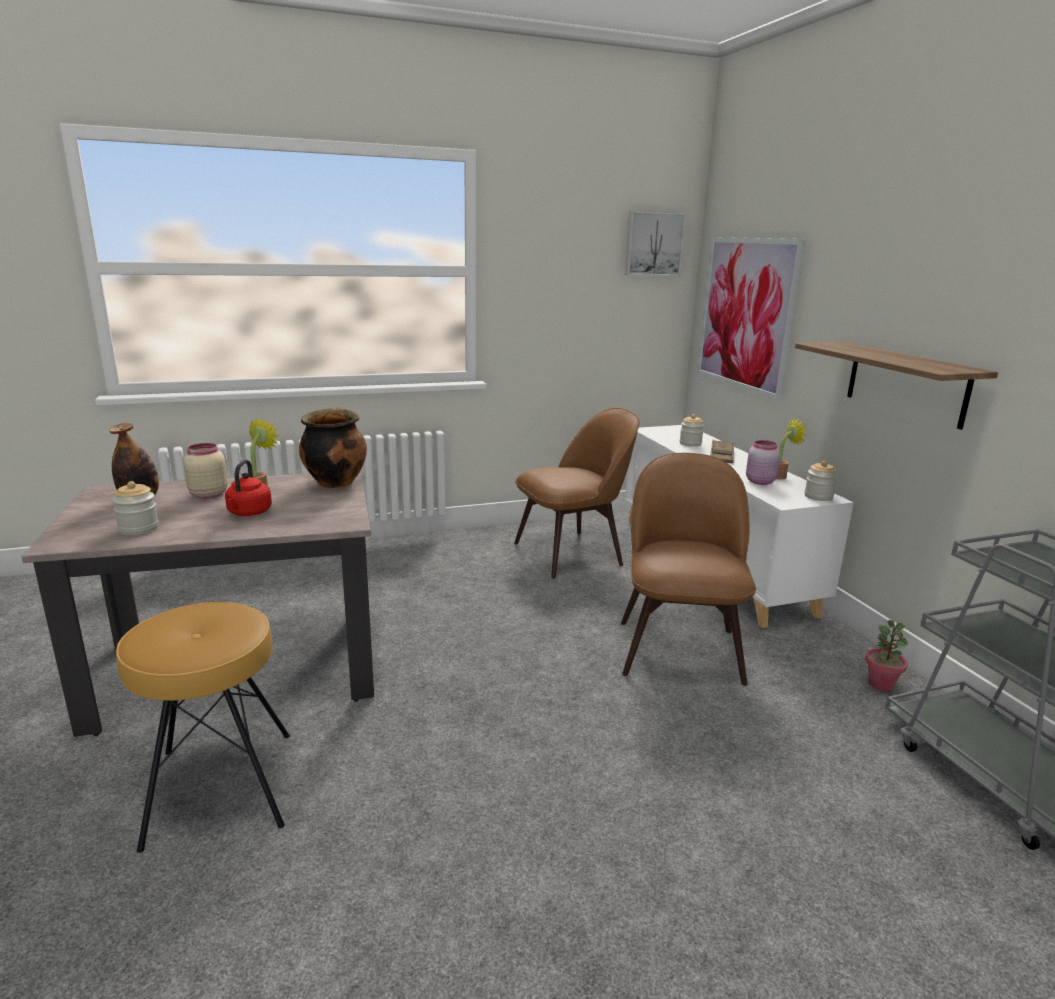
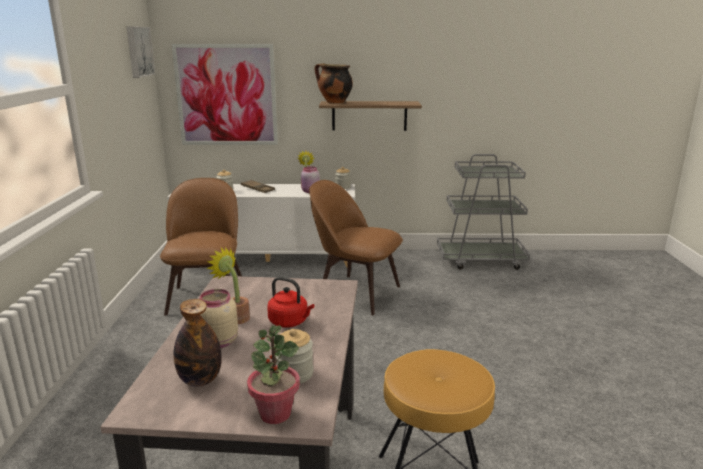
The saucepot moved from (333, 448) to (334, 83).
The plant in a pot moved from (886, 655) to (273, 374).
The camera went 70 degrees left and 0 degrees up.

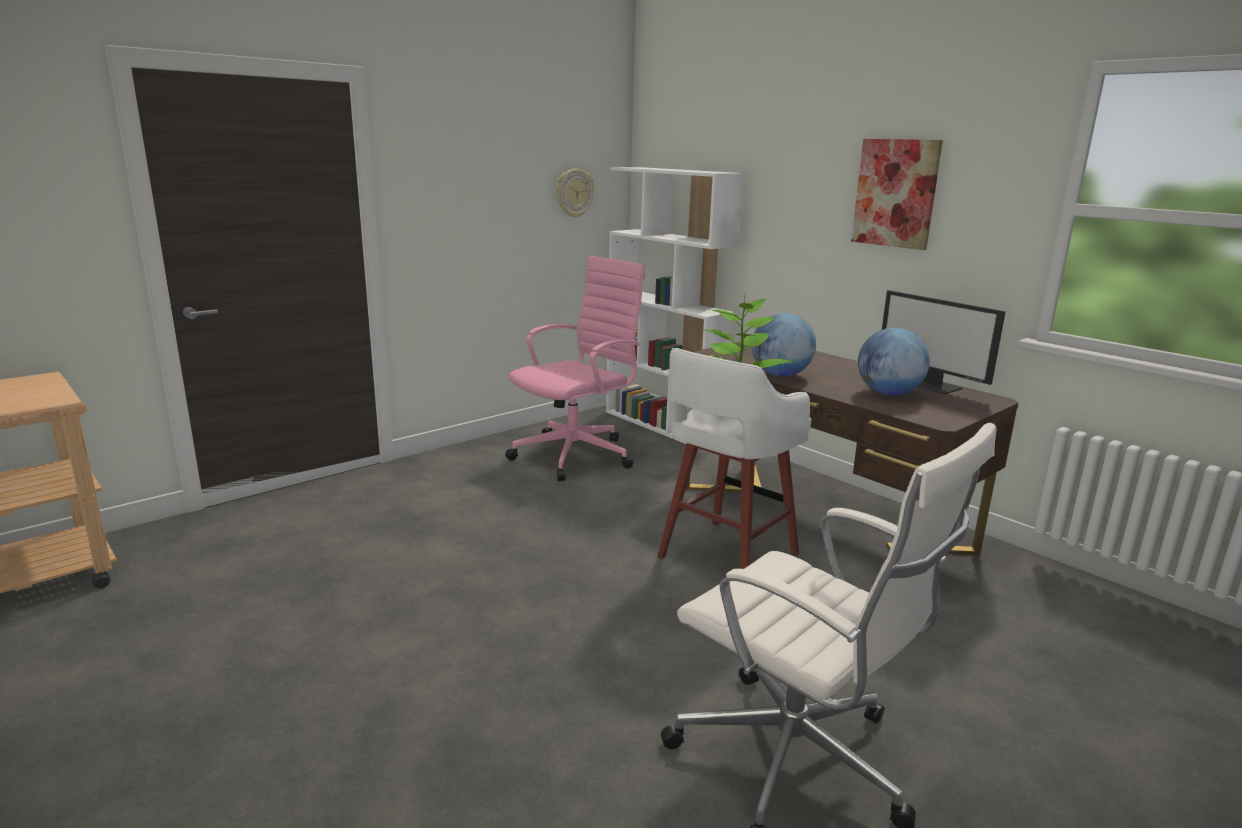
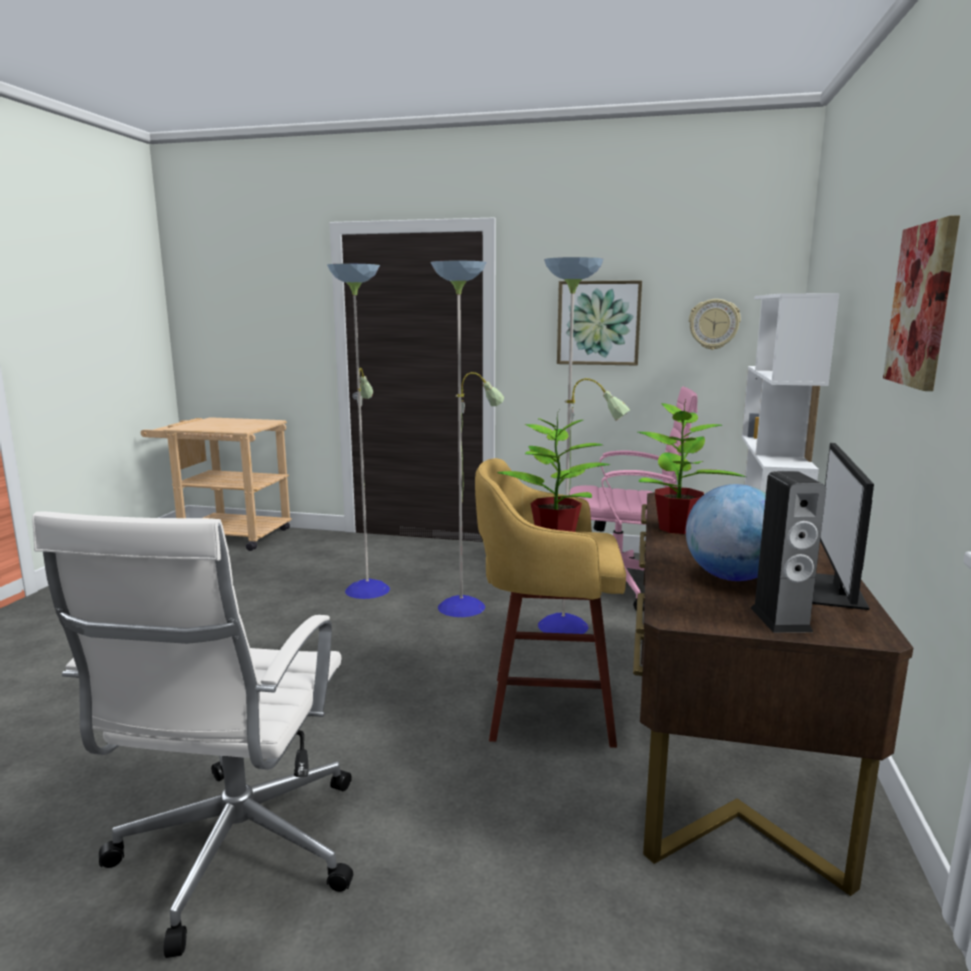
The standard lamp at (478, 445) appeared.
The wall art at (599, 323) appeared.
The speaker at (788, 552) appeared.
The desk globe at (784, 345) was replaced by the plant in a pot at (692, 467).
The stool (white) at (734, 458) became the stool (yellow-coloured) at (550, 603).
The camera went 55 degrees right and 5 degrees down.

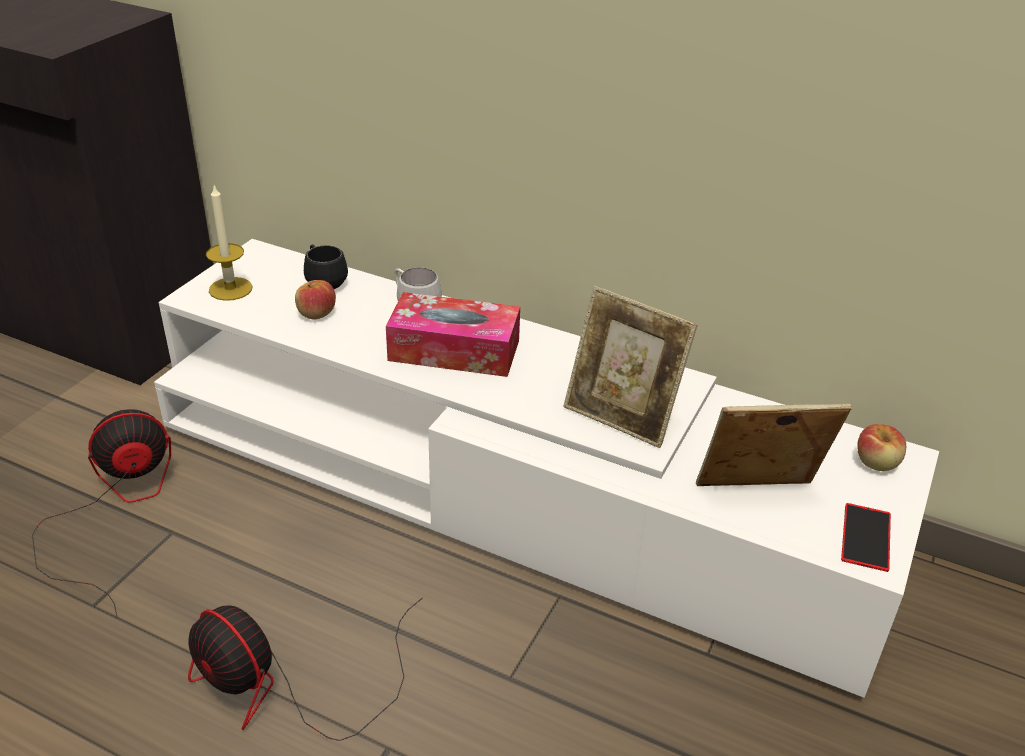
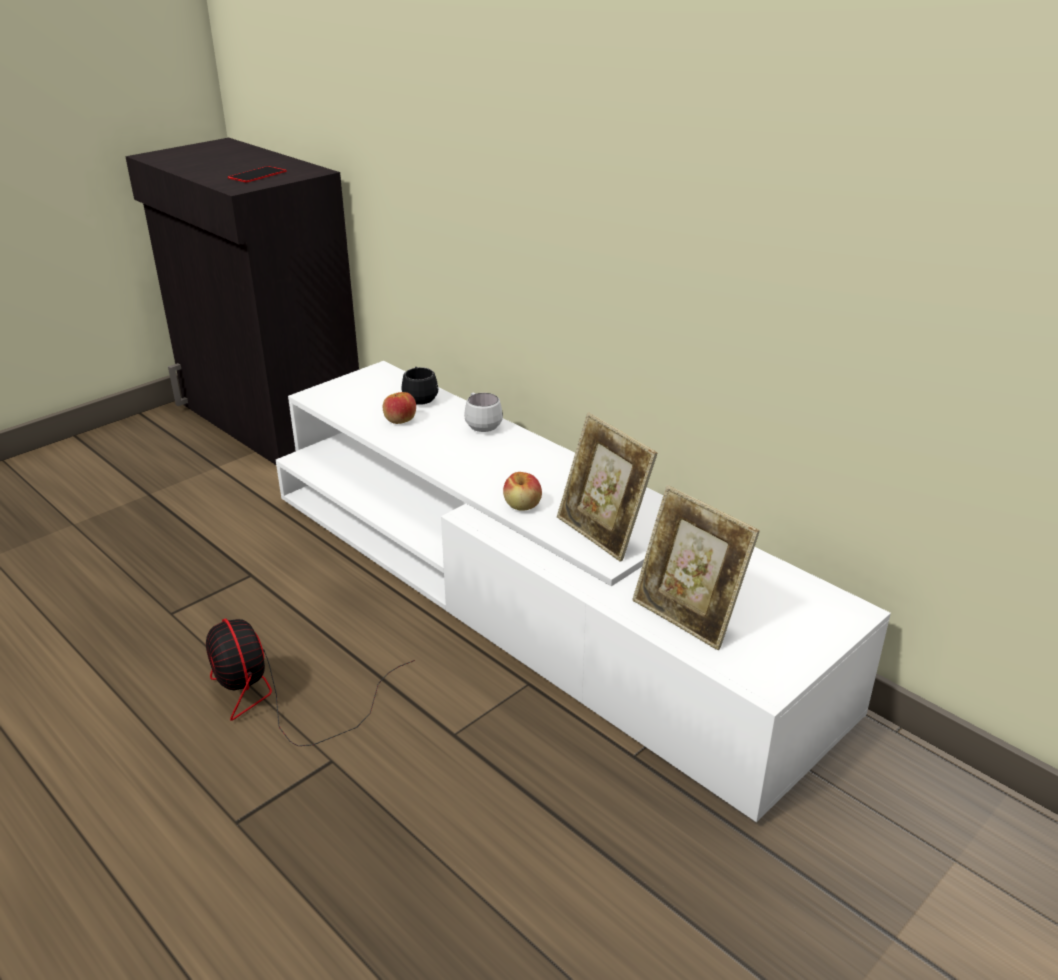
The electric fan at (101, 514) disappeared.
The wax candle at (229, 243) disappeared.
The tissue holder at (453, 334) disappeared.
The telephone moved from (866, 537) to (257, 174).
The apple moved from (881, 447) to (522, 491).
The standing frame at (774, 445) turned 150 degrees counterclockwise.
The camera went 20 degrees right and 5 degrees down.

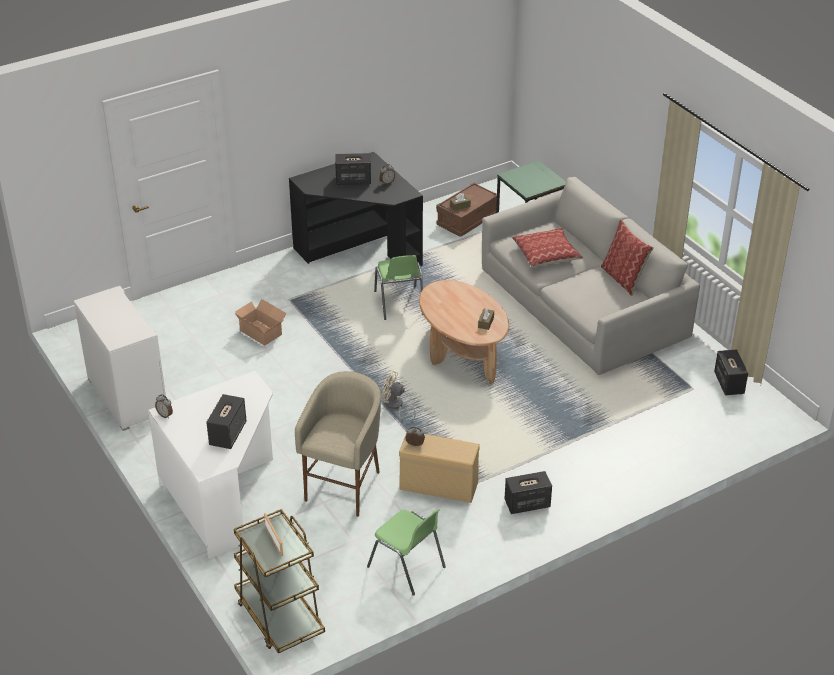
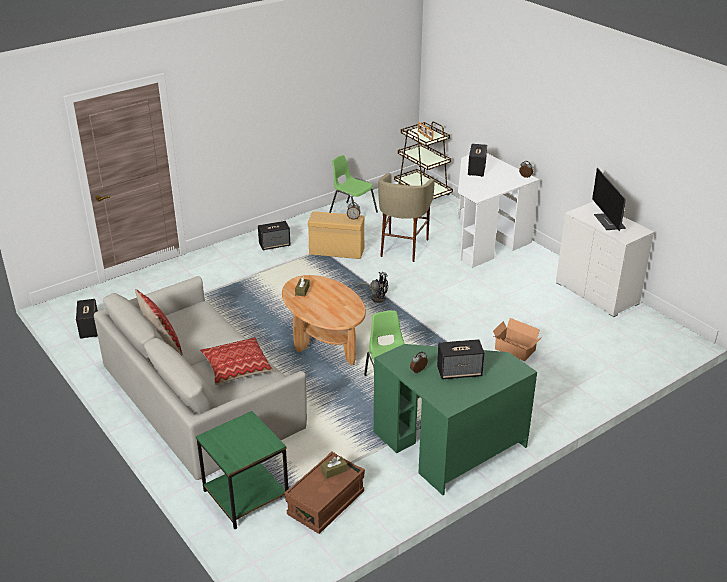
The computer screen at (609, 199) appeared.
The desk unit (black) at (356, 209) became the desk unit (greenish) at (455, 419).
The electric fan (beige-coloured) at (398, 396) became the electric fan (black) at (373, 287).
The camera went 175 degrees right and 5 degrees down.

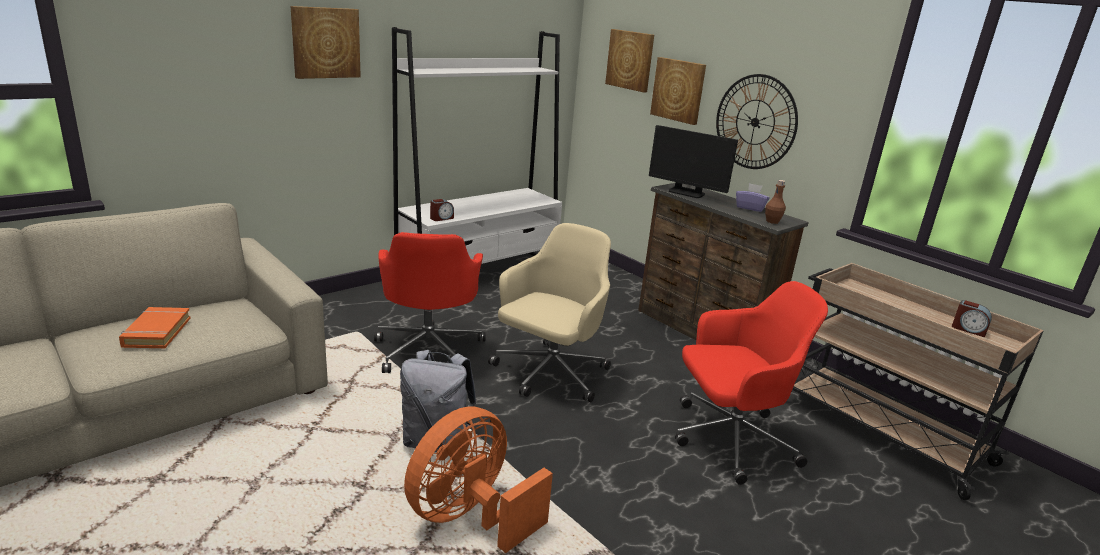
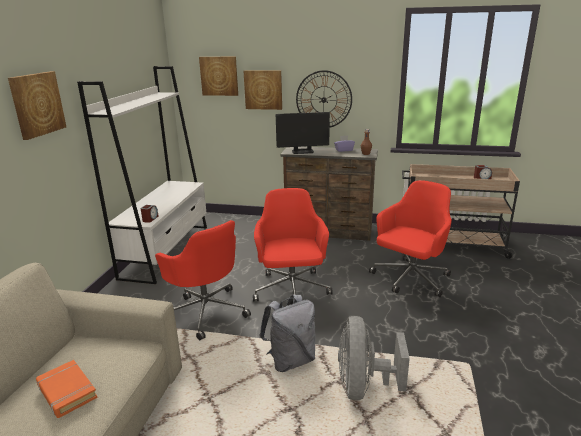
The electric fan (orangey) at (478, 479) became the electric fan (greyish) at (374, 358).
The desk chair (beige-coloured) at (549, 312) became the desk chair (reddish) at (293, 245).
The camera went 35 degrees left and 0 degrees up.

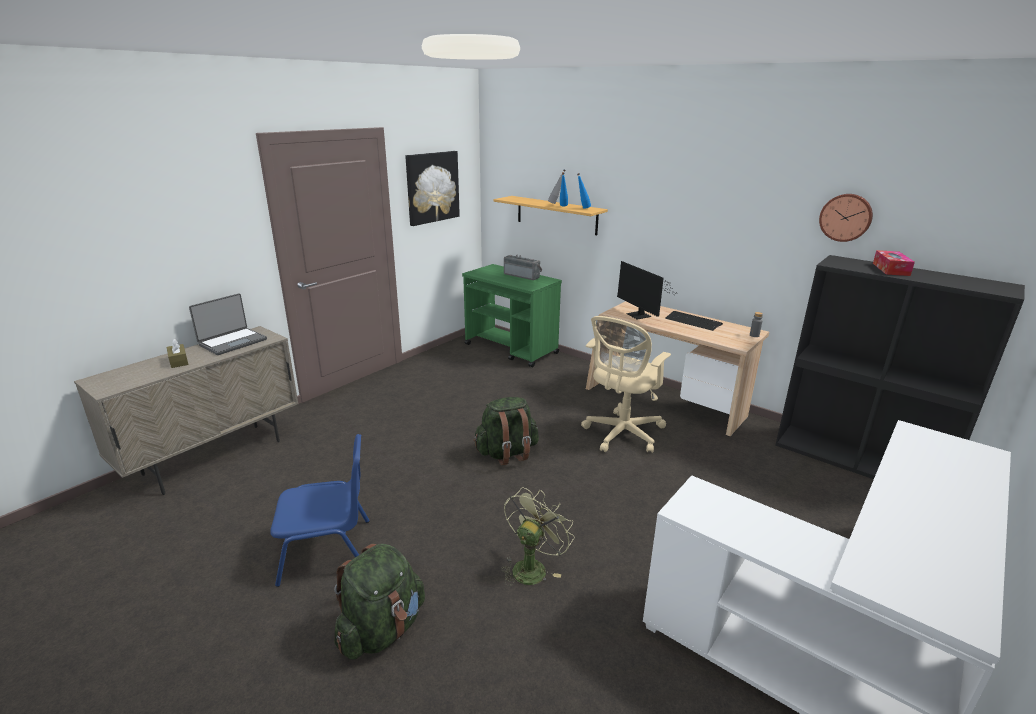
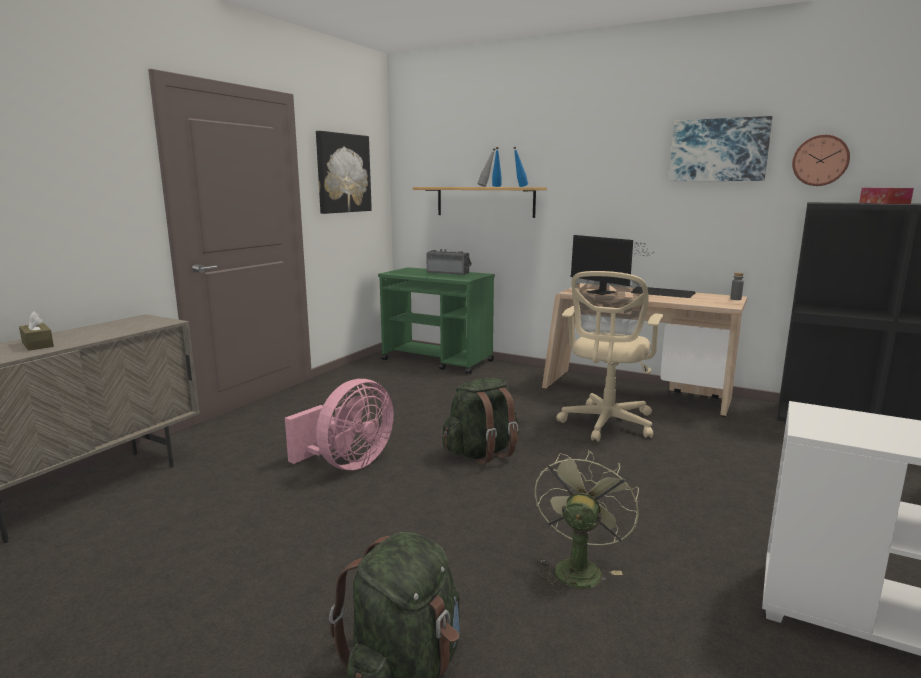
The notebook computer at (228, 324) disappeared.
The upright chair (blue) at (320, 510) disappeared.
The electric fan (pink) at (339, 424) appeared.
The wall art at (720, 148) appeared.
The camera went 10 degrees left and 10 degrees down.

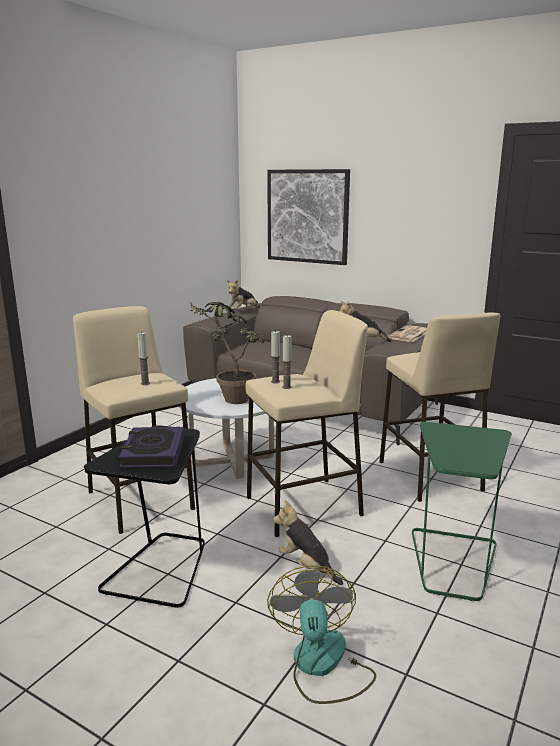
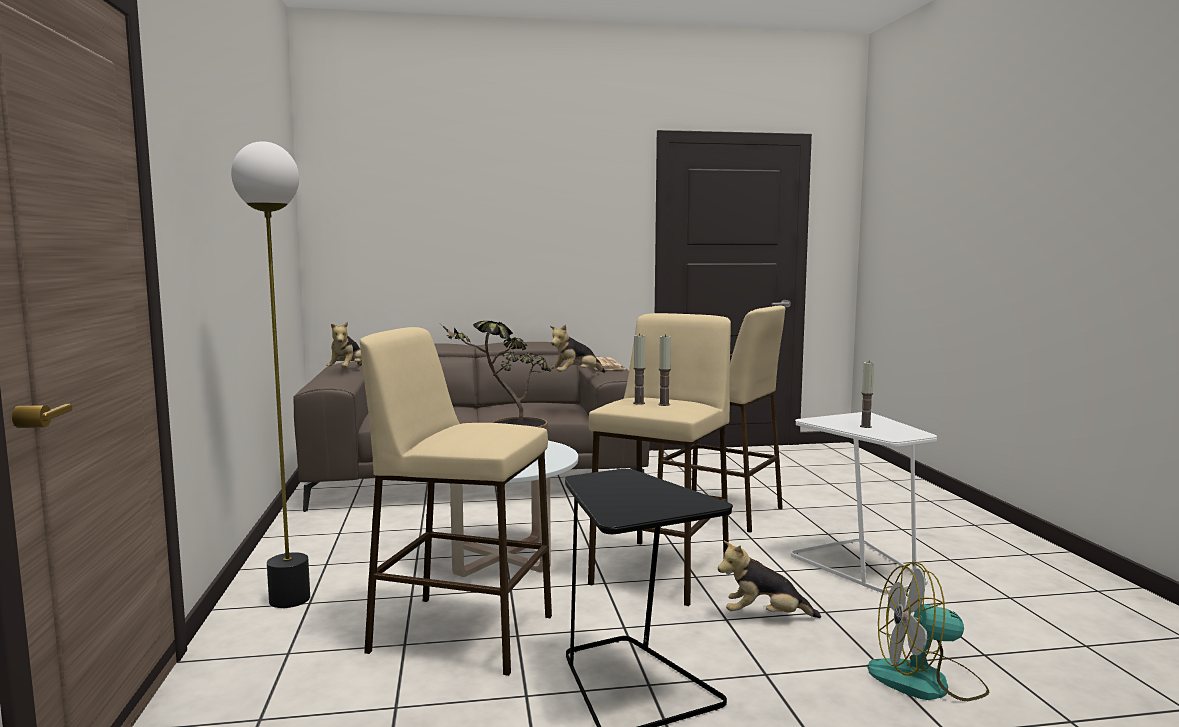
The book at (151, 447) disappeared.
The wall art at (308, 217) disappeared.
The standard lamp at (270, 374) appeared.
The wax candle moved from (143, 358) to (867, 395).
The accent table (greenish) at (462, 511) became the accent table (white) at (864, 503).
The electric fan at (321, 634) turned 45 degrees counterclockwise.
The camera went 40 degrees left and 10 degrees down.

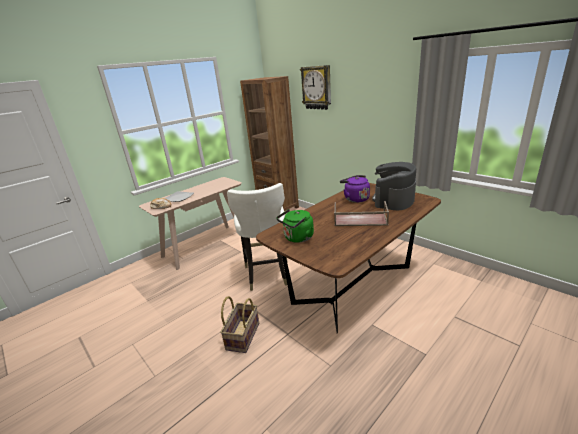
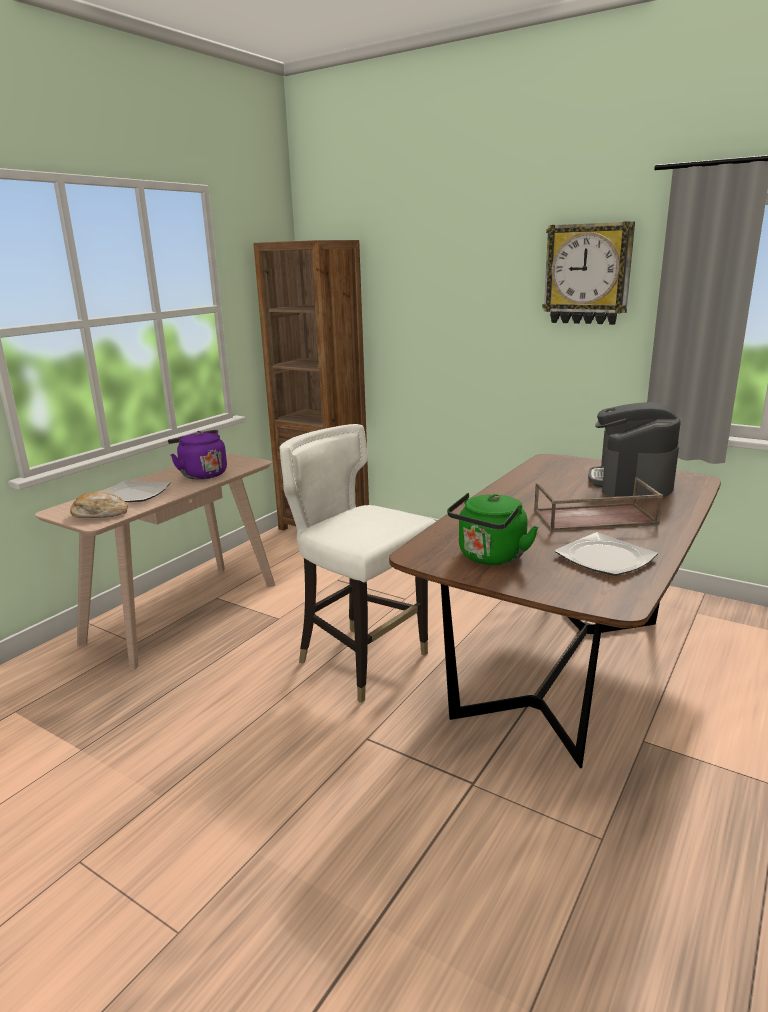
The basket at (239, 324) disappeared.
The dinner plate at (606, 554) appeared.
The hanging clock moved from (315, 87) to (588, 273).
The kettle (purple) moved from (355, 189) to (197, 455).
The upright chair (white) at (257, 237) turned 150 degrees clockwise.
The camera went 15 degrees left and 5 degrees down.

